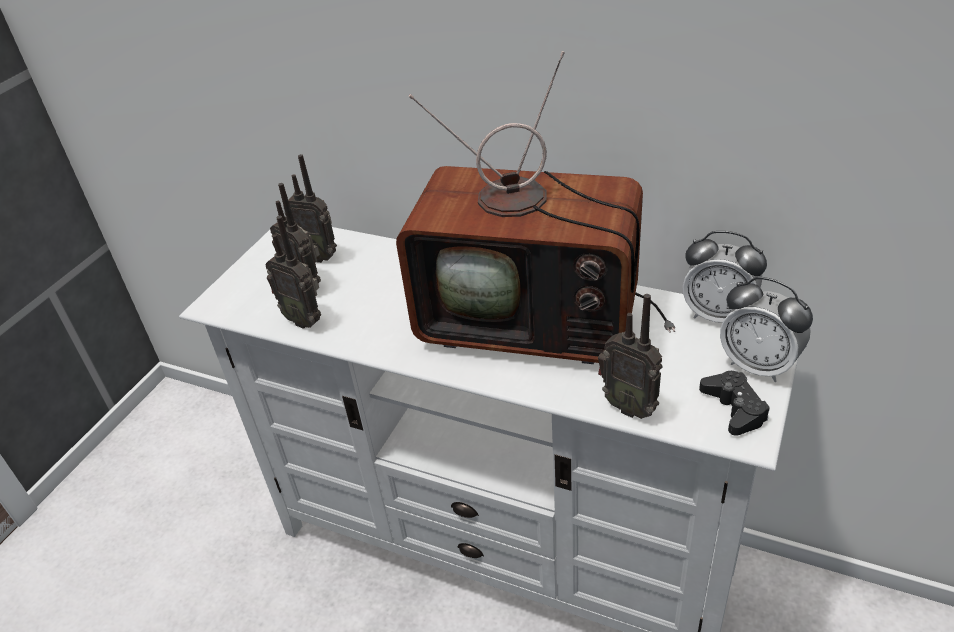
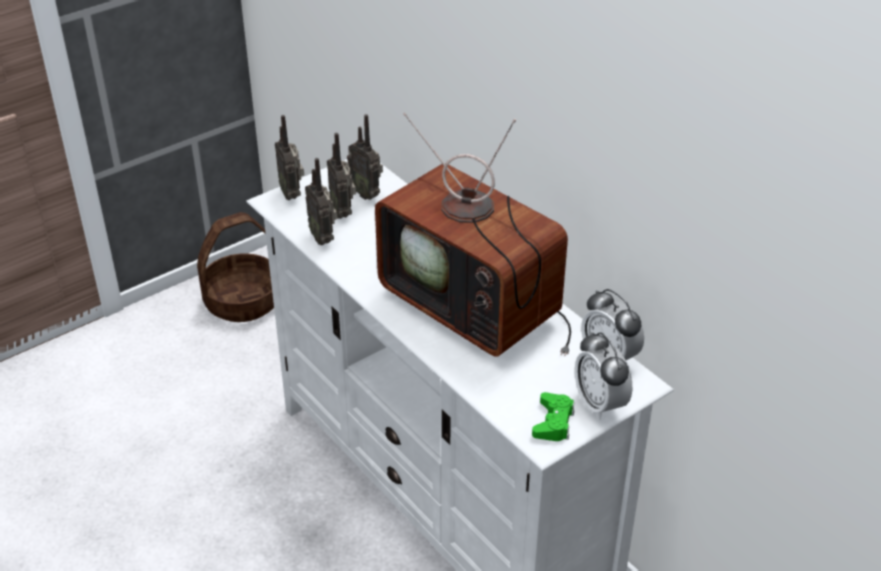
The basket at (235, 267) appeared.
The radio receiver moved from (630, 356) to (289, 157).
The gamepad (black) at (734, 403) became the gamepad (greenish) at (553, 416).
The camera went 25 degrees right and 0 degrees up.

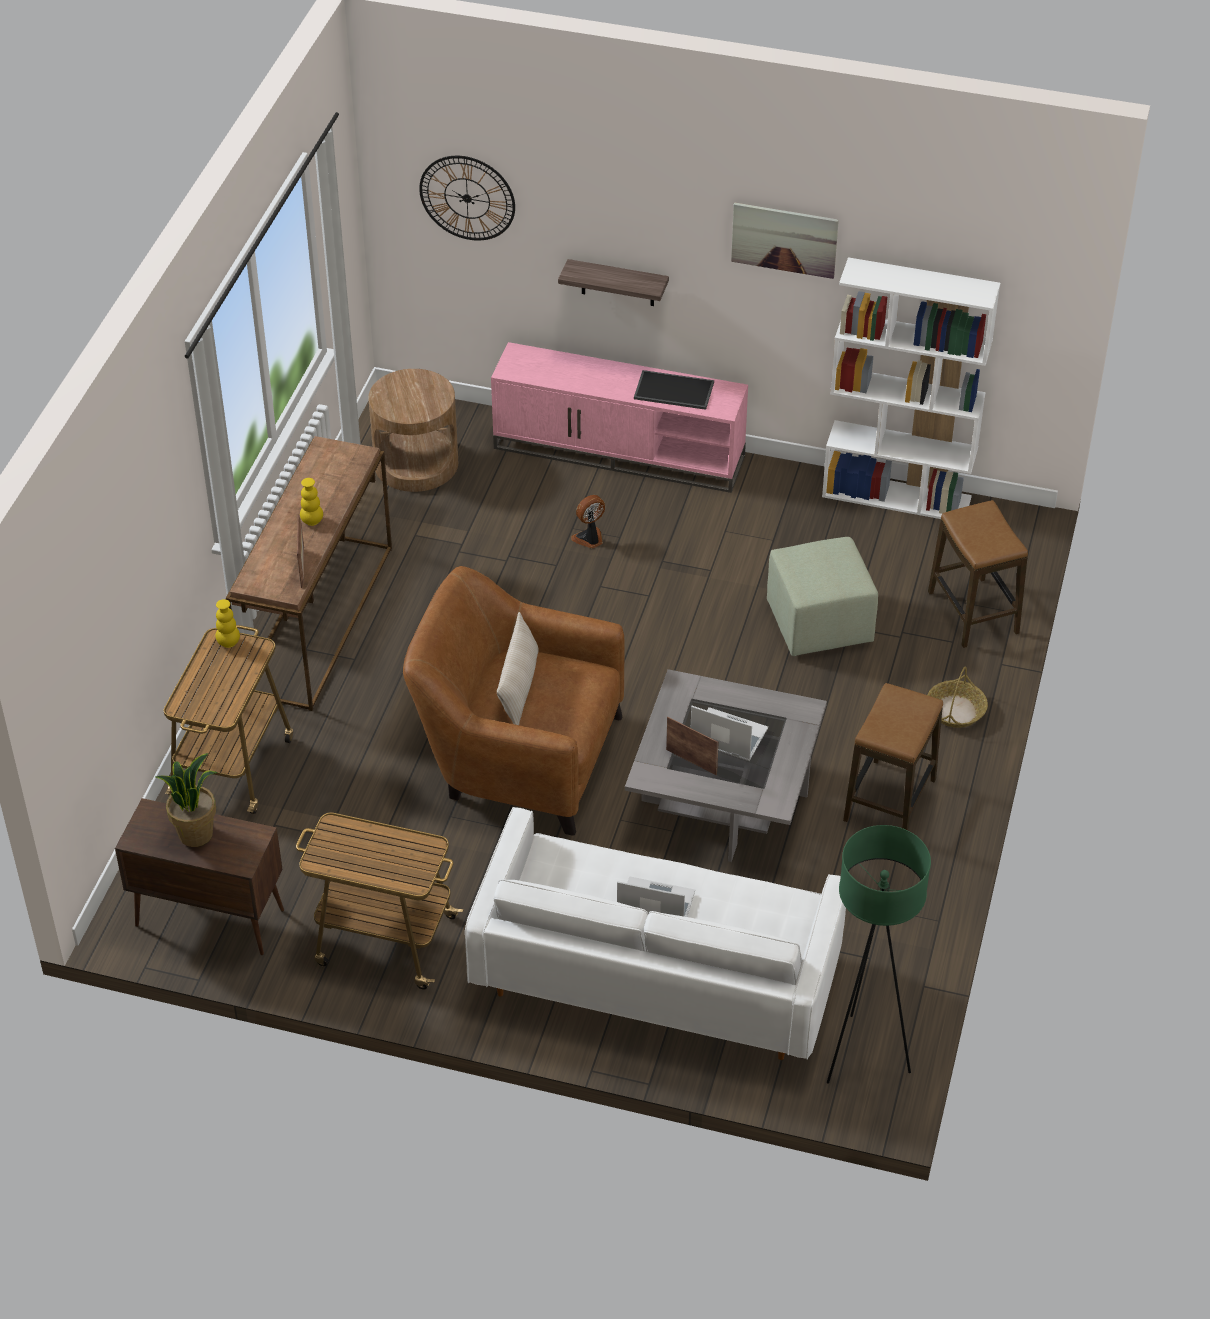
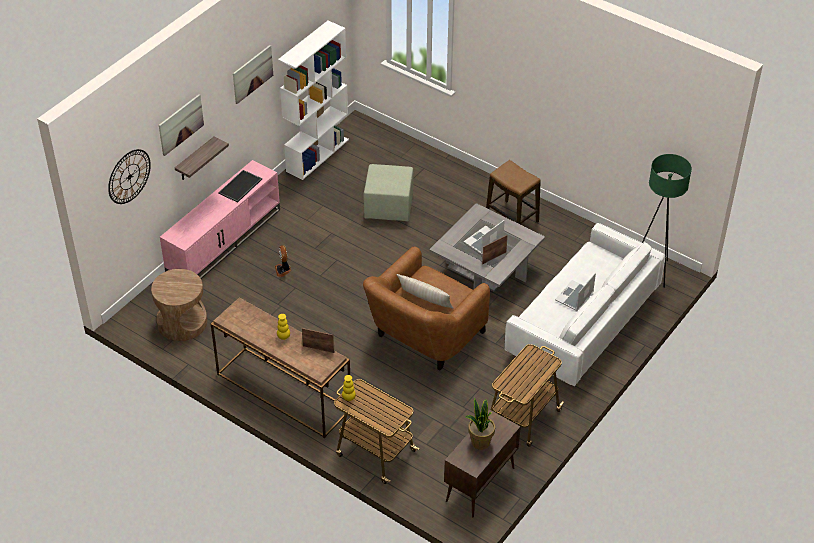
The basket at (957, 697) disappeared.
The stool at (978, 574) disappeared.
The wall art at (181, 125) appeared.
The camera went 70 degrees left and 0 degrees up.

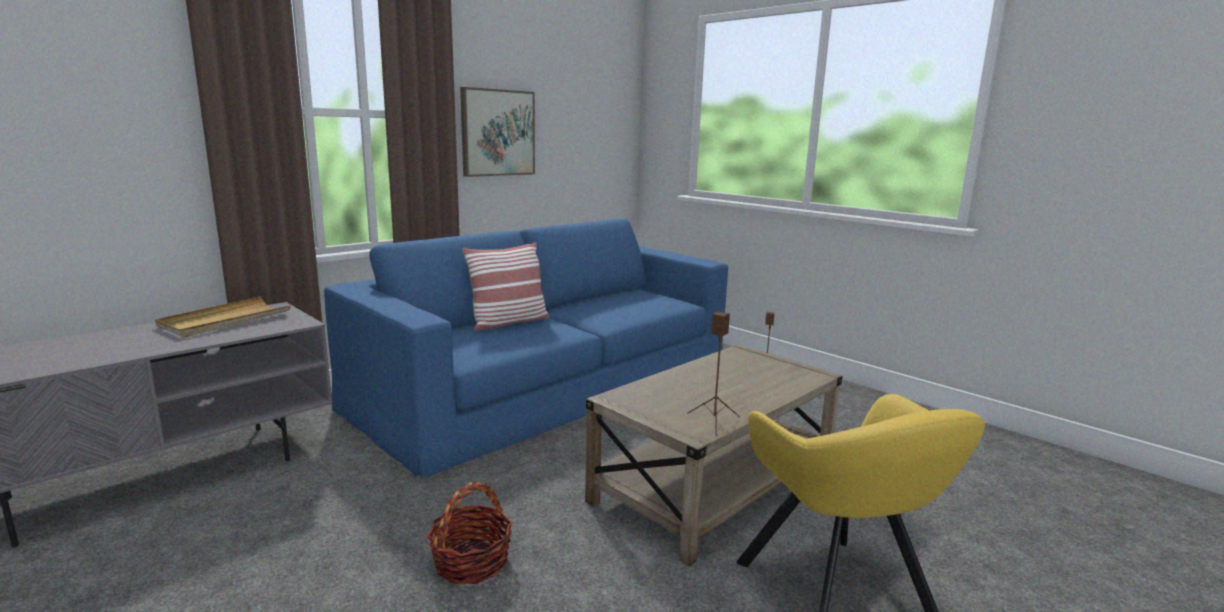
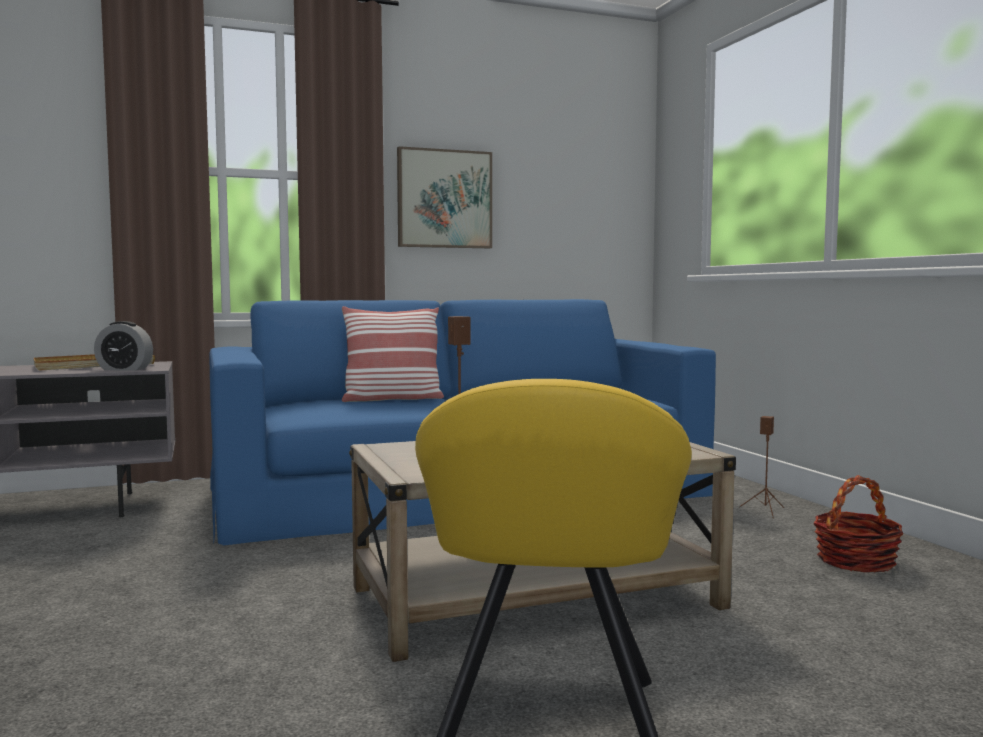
The alarm clock at (123, 345) appeared.
The basket moved from (470, 533) to (859, 523).
The camera went 25 degrees right and 10 degrees down.

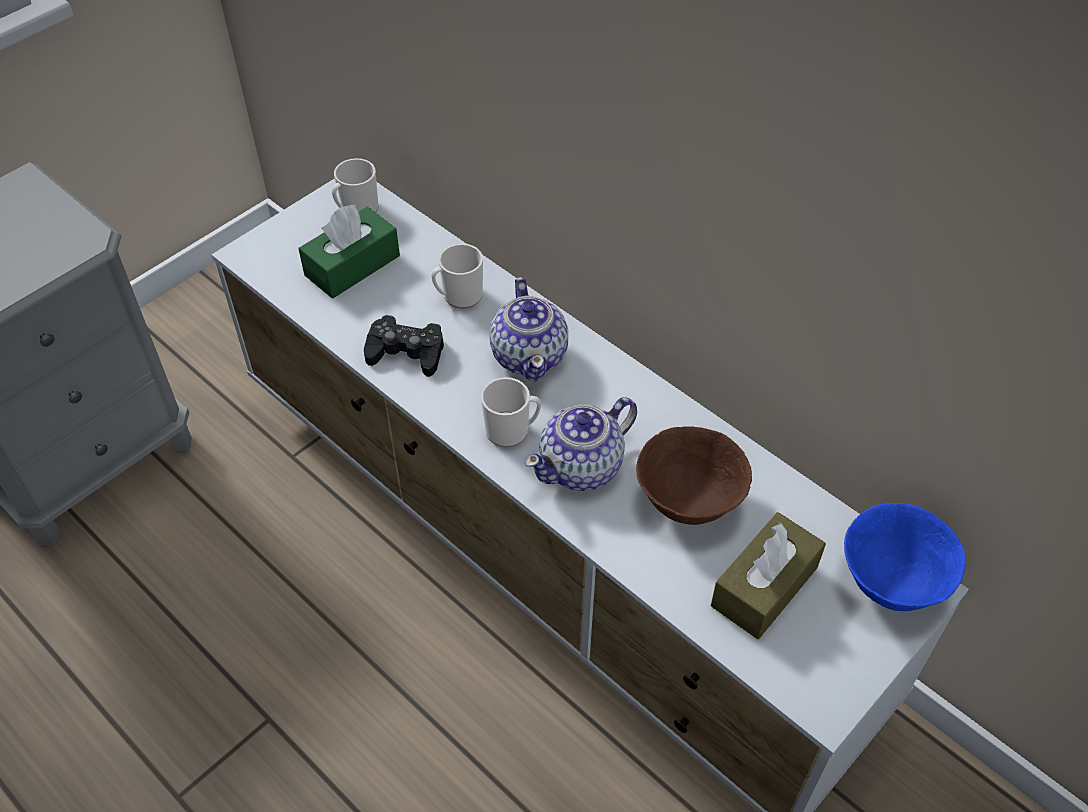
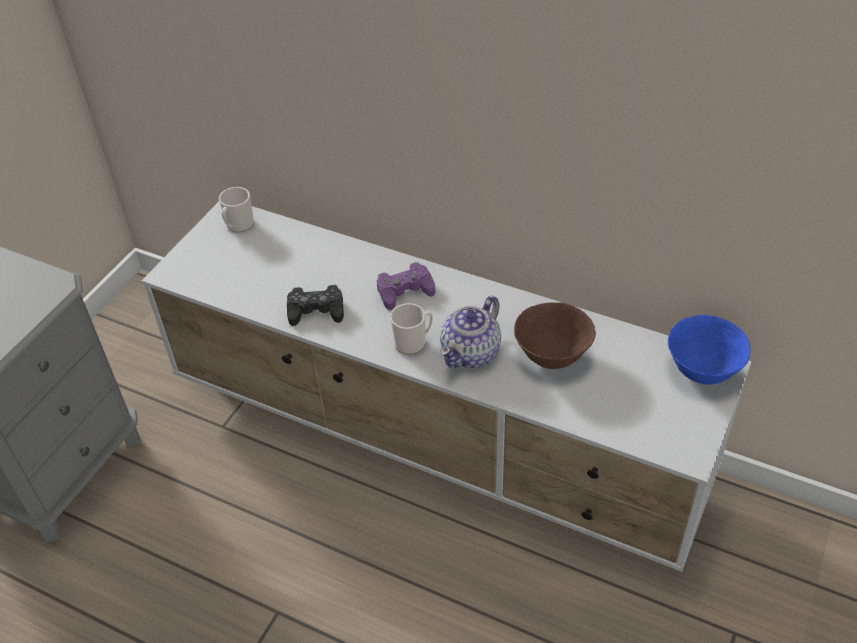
The tissue holder (greenish) at (349, 251) disappeared.
The mug at (457, 276) disappeared.
The tissue holder (brown-coloured) at (768, 575) disappeared.
The teapot at (528, 329) was replaced by the gamepad (purple) at (406, 286).
The camera went 15 degrees left and 5 degrees down.

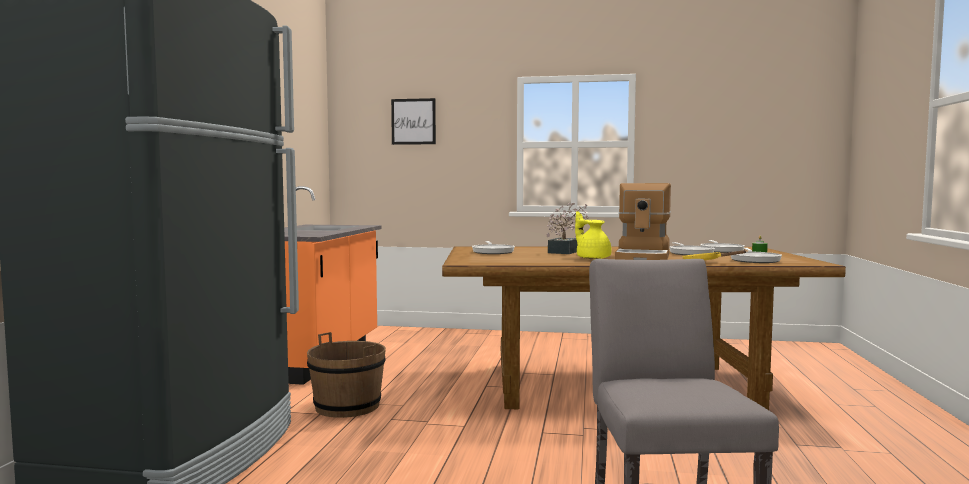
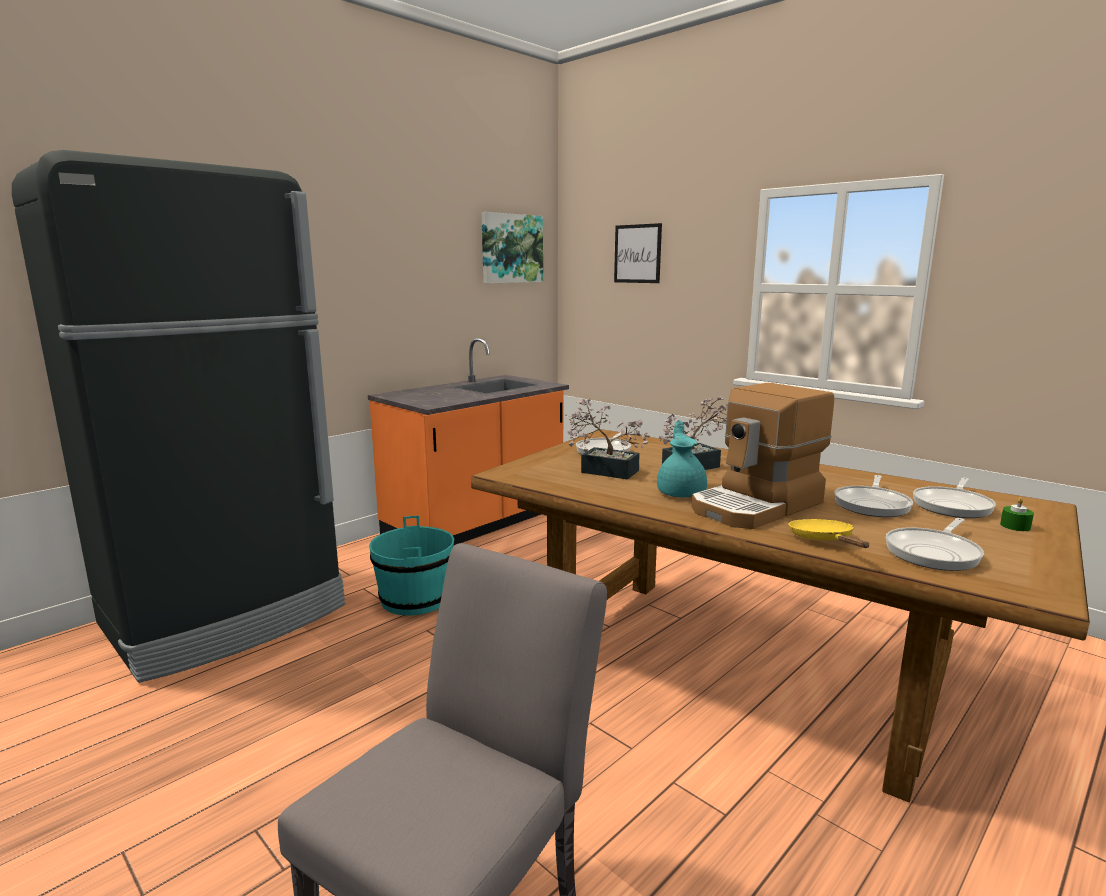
The wall art at (512, 247) appeared.
The plant in a pot at (607, 438) appeared.
The water bucket (brown-coloured) at (346, 375) became the water bucket (turquoise-coloured) at (411, 565).
The teapot (yellow-coloured) at (593, 235) became the teapot (turquoise-coloured) at (682, 458).
The camera went 35 degrees right and 10 degrees up.

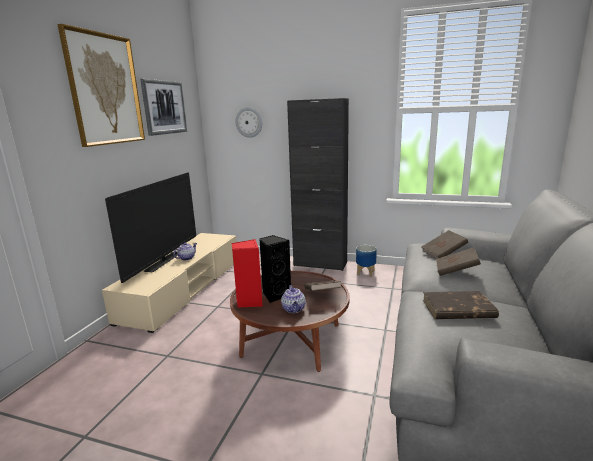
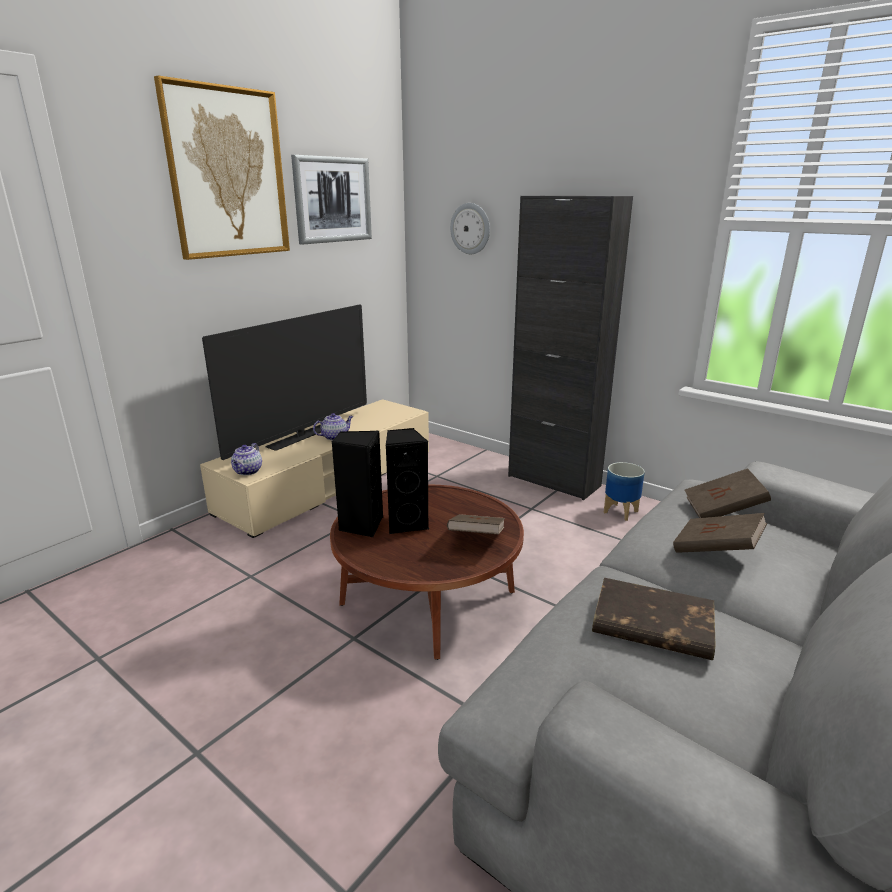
The teapot moved from (293, 299) to (246, 459).
The speaker (reddish) at (247, 273) became the speaker (black) at (357, 483).
The camera went 20 degrees right and 5 degrees up.

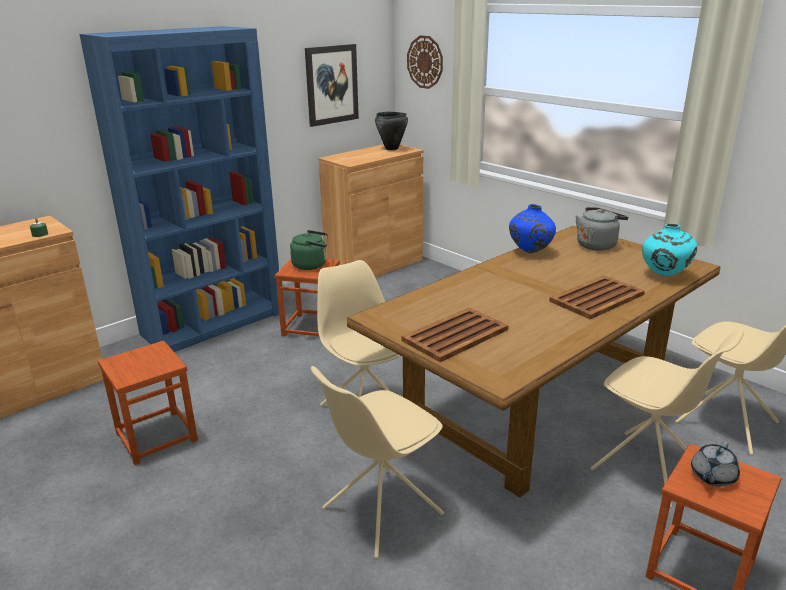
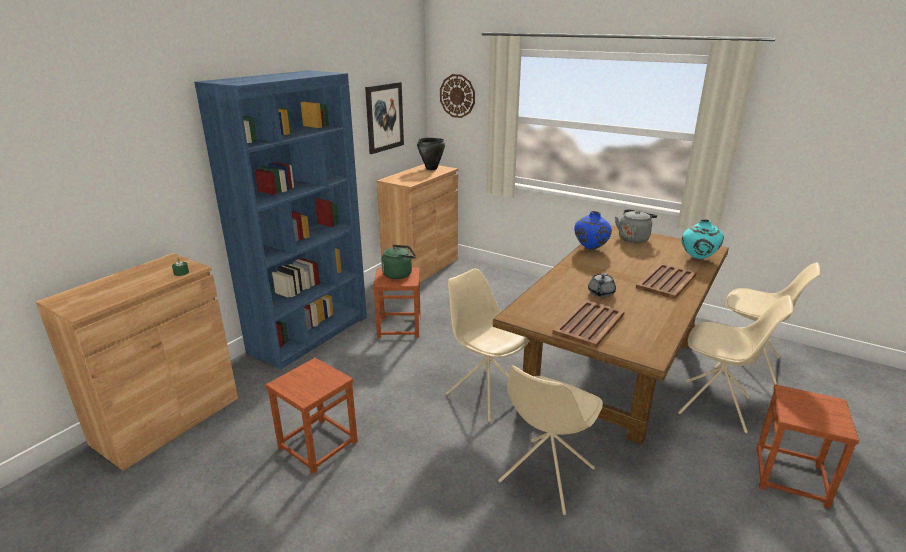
The teapot (greyish) moved from (715, 464) to (602, 285).
The camera went 15 degrees left and 0 degrees up.

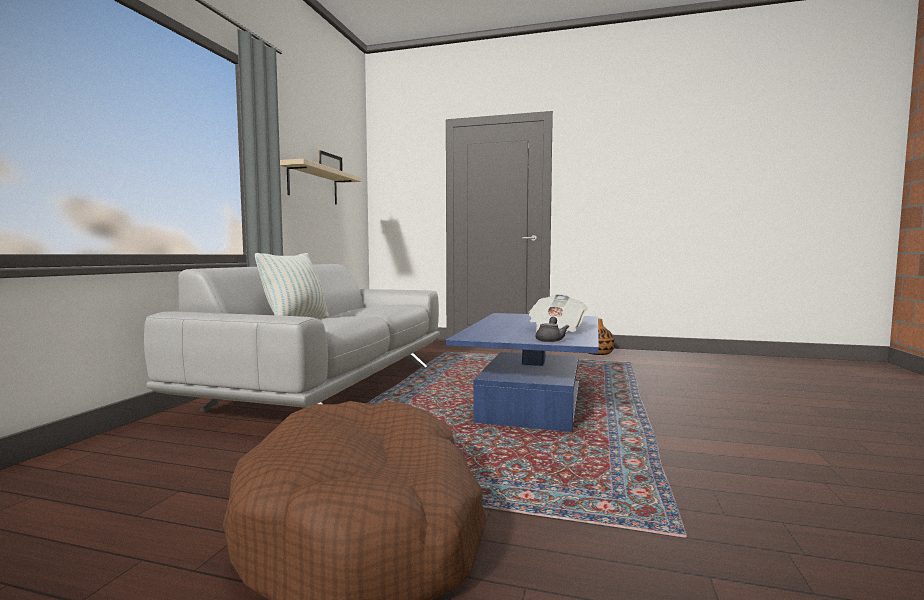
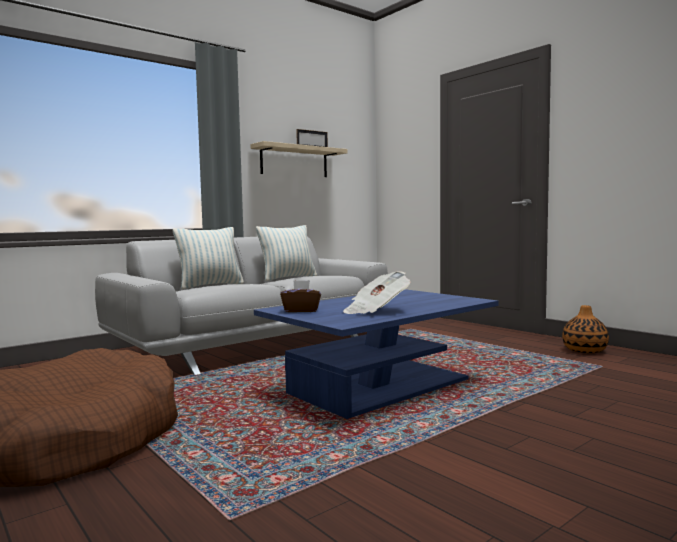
The teapot (greyish) at (552, 329) disappeared.
The throw pillow at (286, 253) appeared.
The tissue holder (brown-coloured) at (300, 296) appeared.
The camera went 35 degrees right and 0 degrees up.

